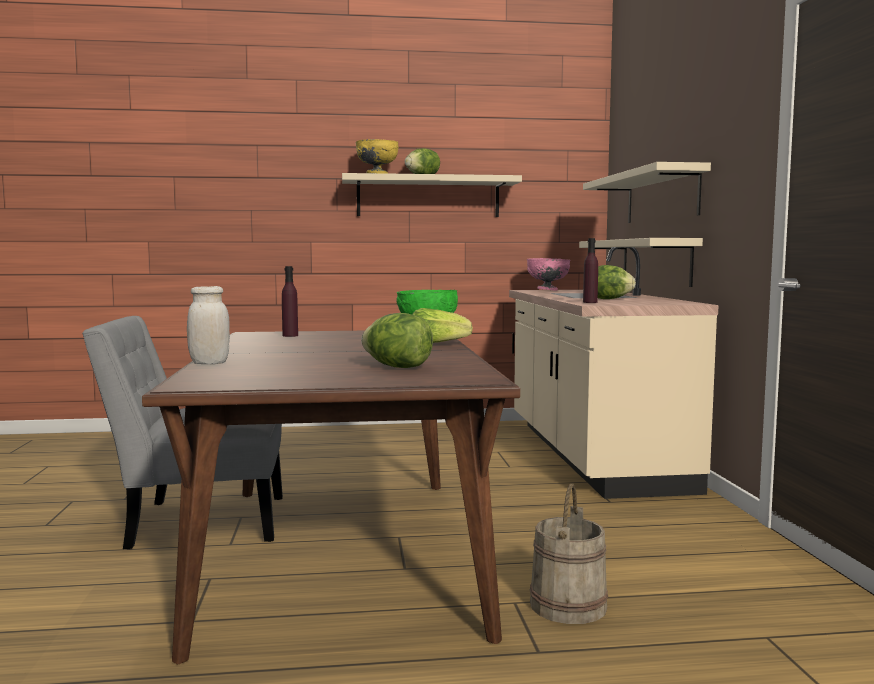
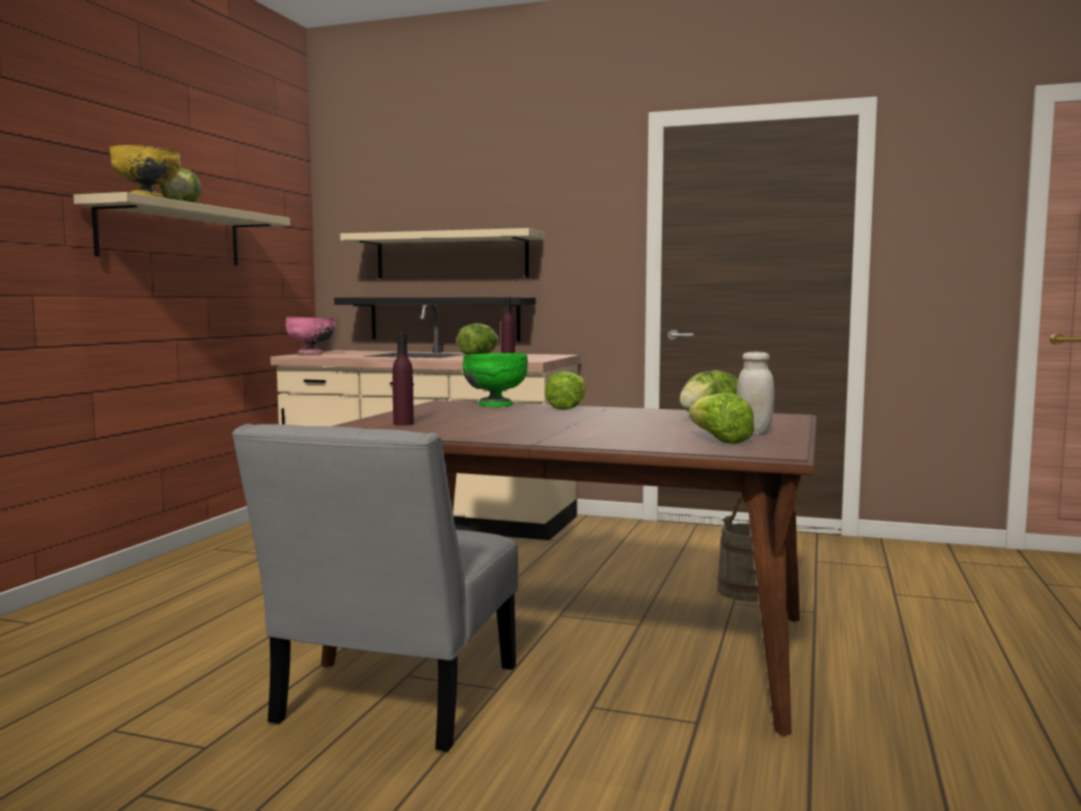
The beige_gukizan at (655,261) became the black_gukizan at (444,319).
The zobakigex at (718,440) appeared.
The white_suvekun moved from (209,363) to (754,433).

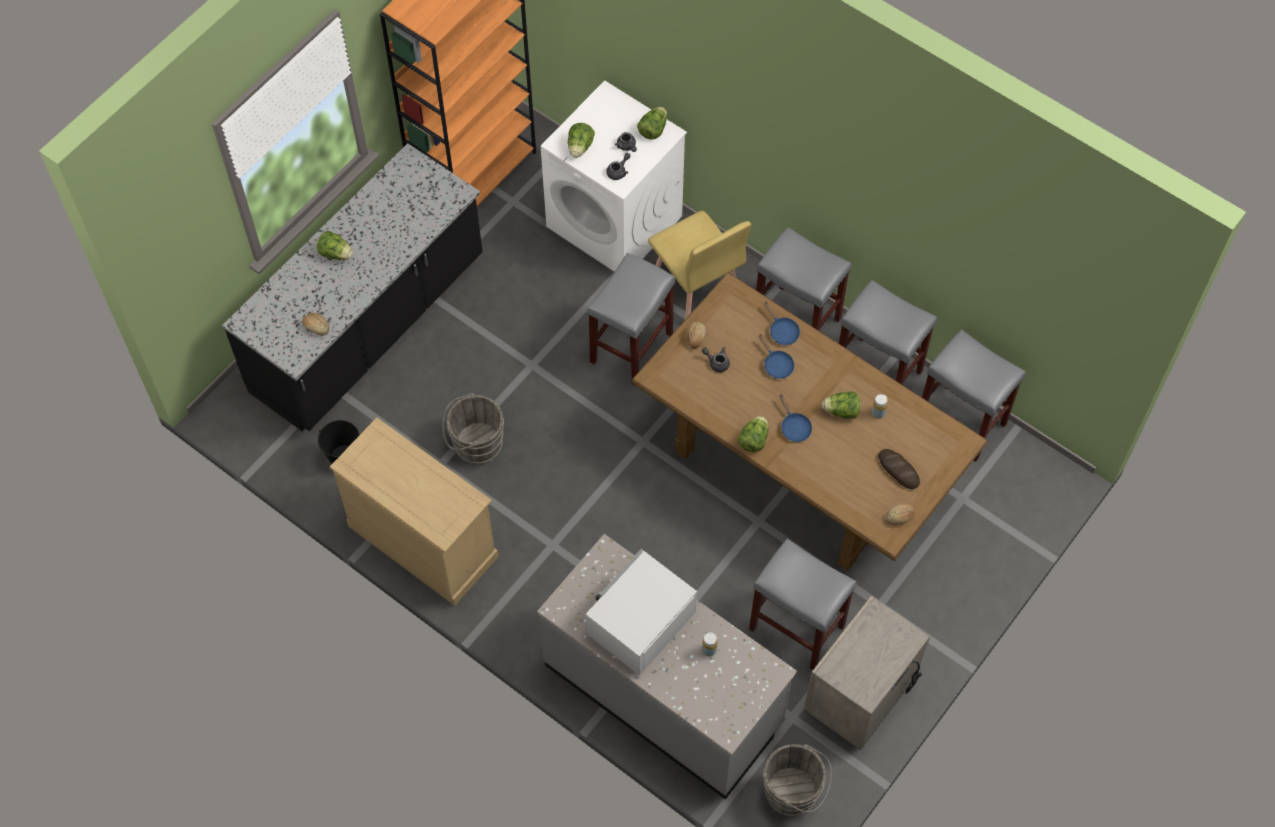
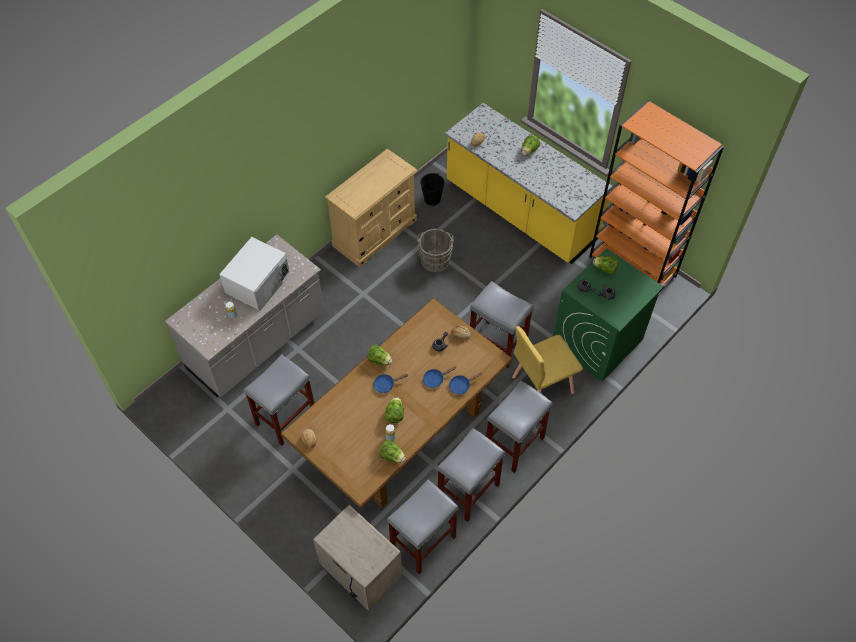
The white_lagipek at (640,622) turned 75 degrees clockwise.
The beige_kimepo moved from (861,695) to (360,573).
The zobakigex moved from (653,129) to (392,456).
The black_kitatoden at (369,326) became the yellow_kitatoden at (520,212).
The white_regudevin at (615,221) became the green_regudevin at (597,342).
The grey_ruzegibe at (794,792) disappeared.
The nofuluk at (898,470) disappeared.

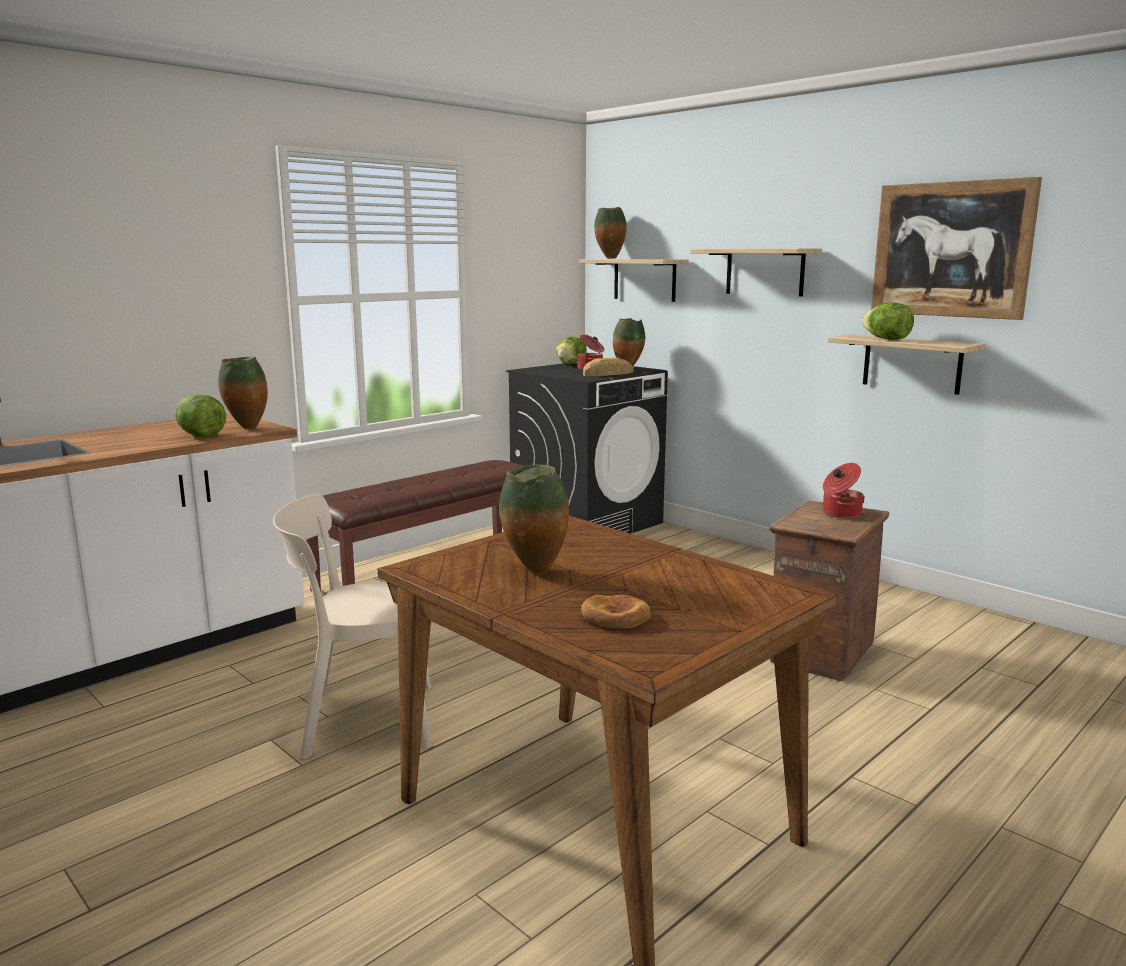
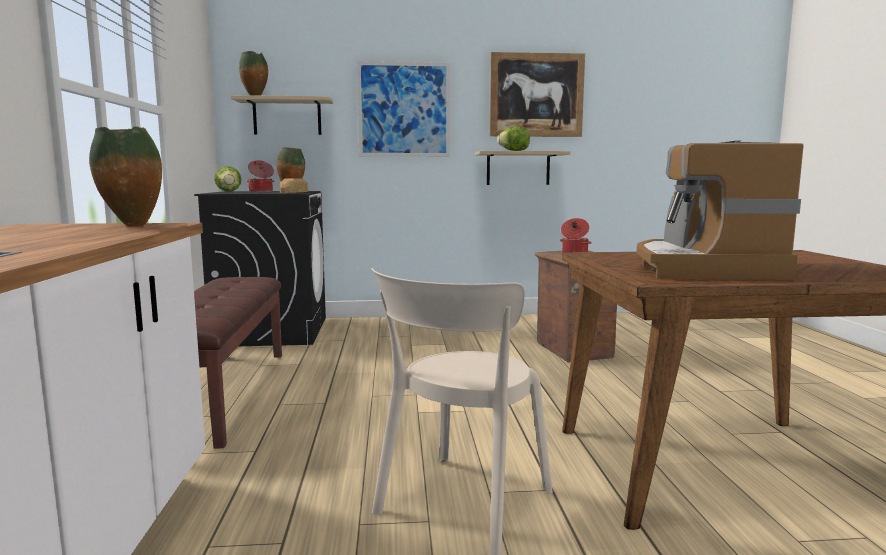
The gukizan at (764,272) was replaced by the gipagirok at (404,110).
The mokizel at (535,571) was replaced by the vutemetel at (702,268).
The zobakigex at (201,436) disappeared.
The nofuluk at (616,617) disappeared.

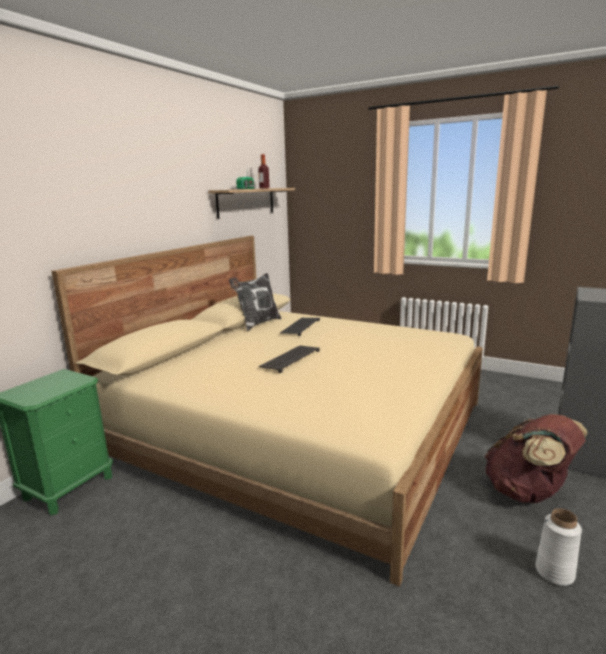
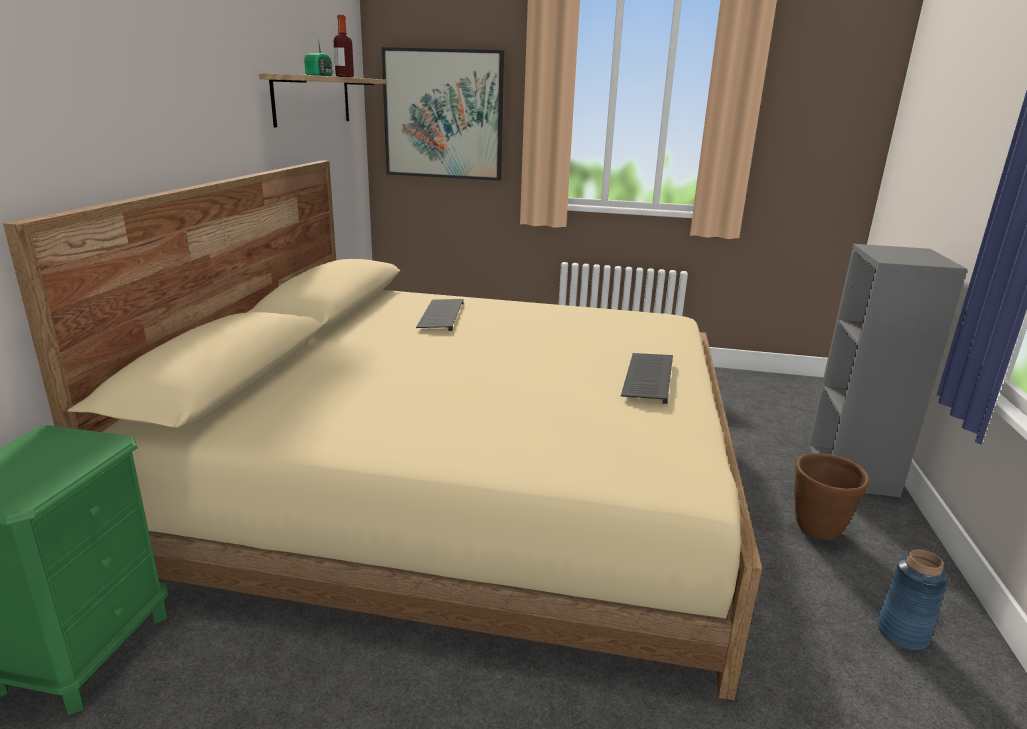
The gipagirok at (443,115) appeared.
The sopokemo moved from (290,359) to (647,378).
The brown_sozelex at (528,492) was replaced by the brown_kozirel at (817,530).
The white_mokizel at (555,572) became the blue_mokizel at (902,633).
The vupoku at (258,324) disappeared.

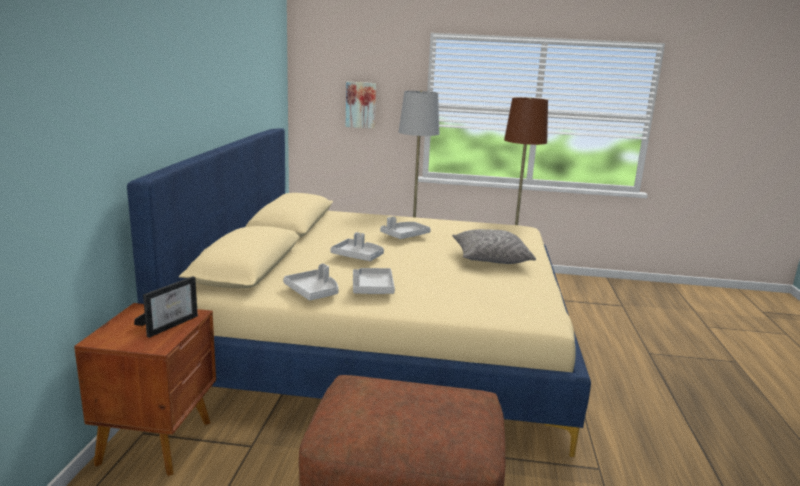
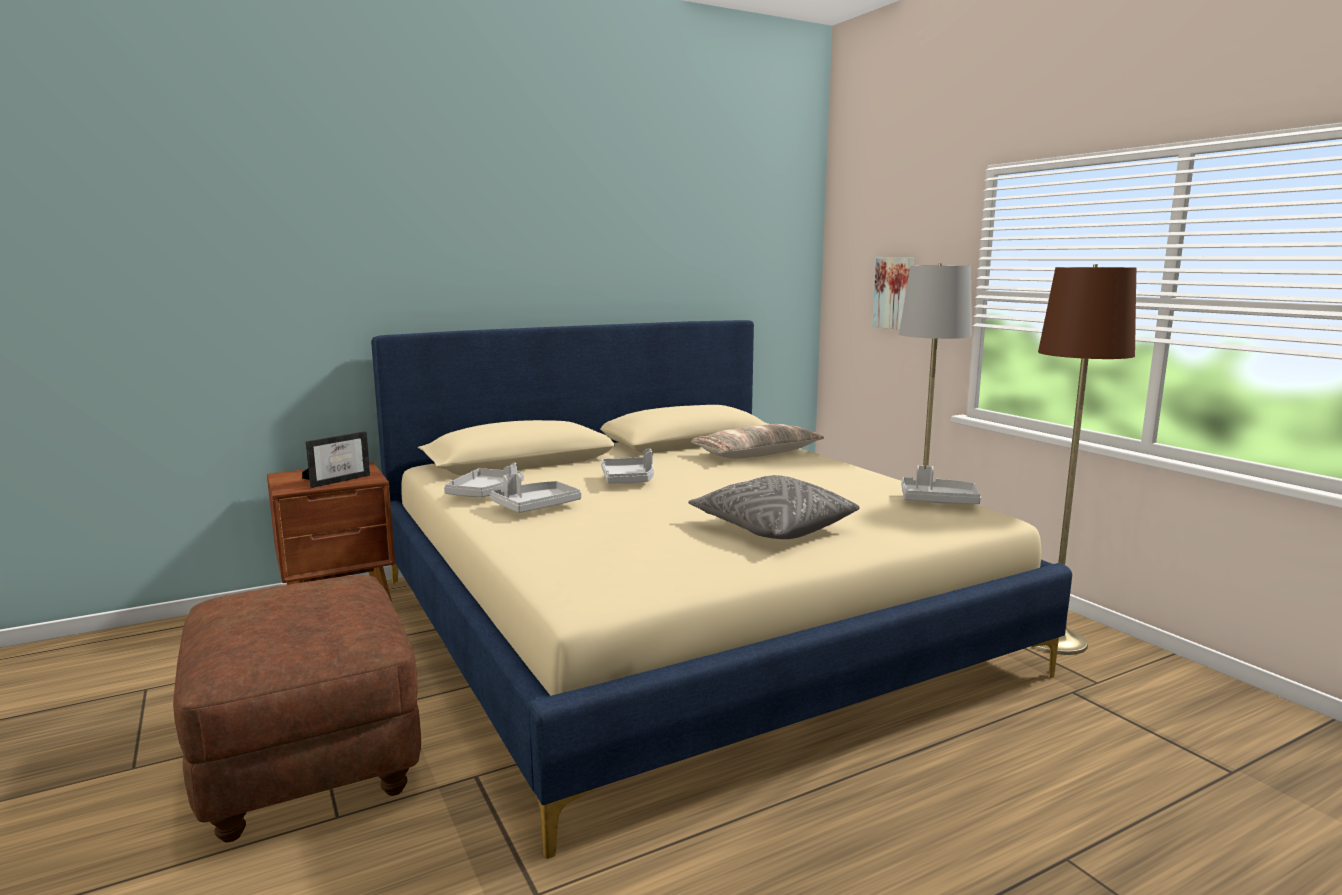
The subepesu at (170,324) turned 45 degrees counterclockwise.
The vupoku at (757,454) appeared.
The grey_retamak moved from (404,236) to (937,501).

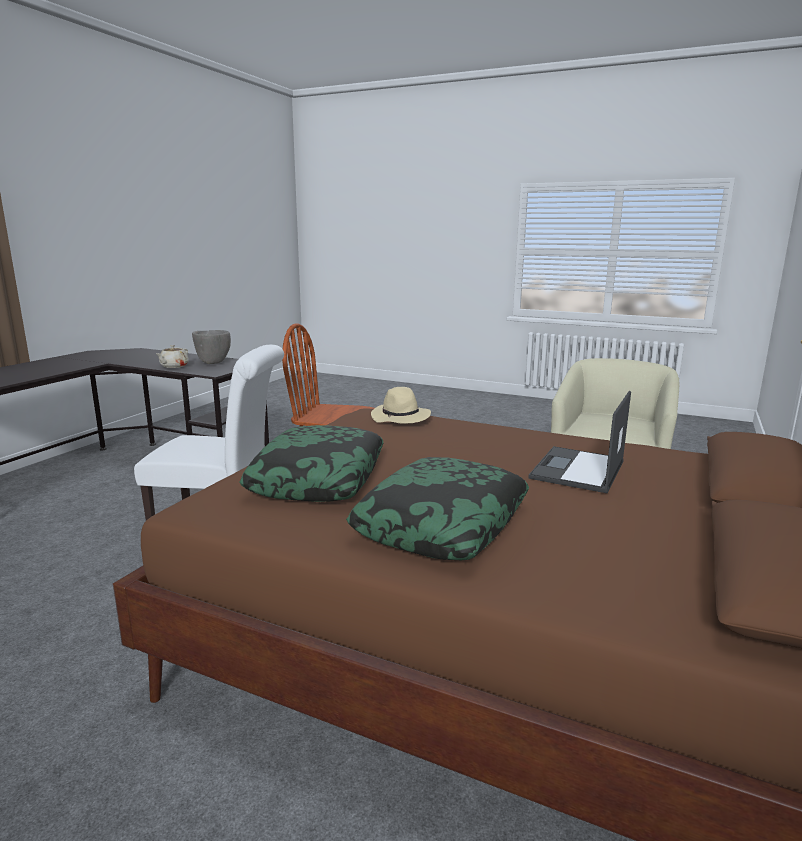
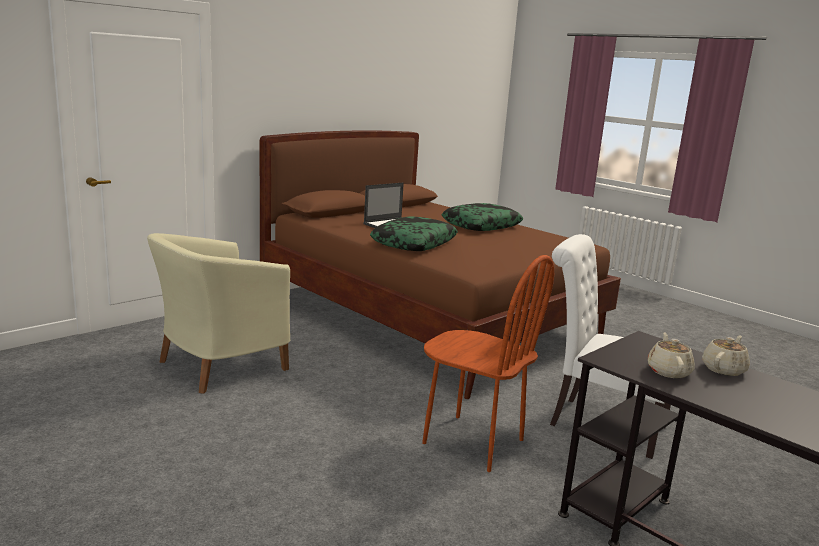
The vupoku moved from (319,478) to (414,243).
The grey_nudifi at (213,362) was replaced by the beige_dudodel at (668,371).
The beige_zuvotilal at (401,418) disappeared.

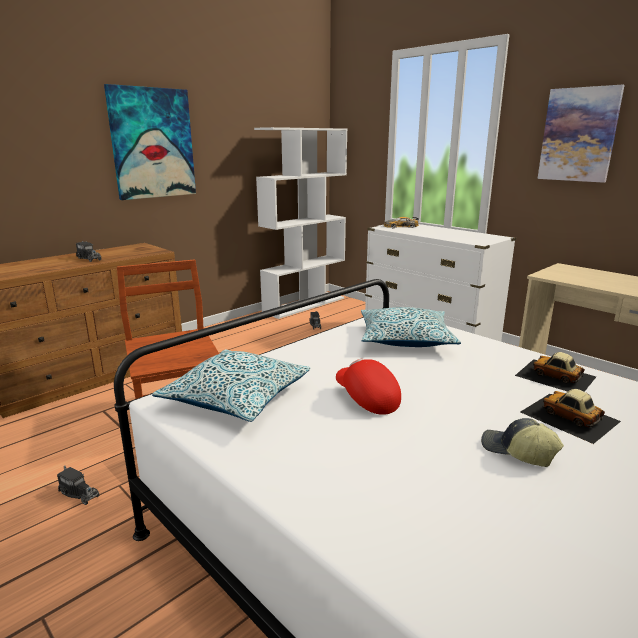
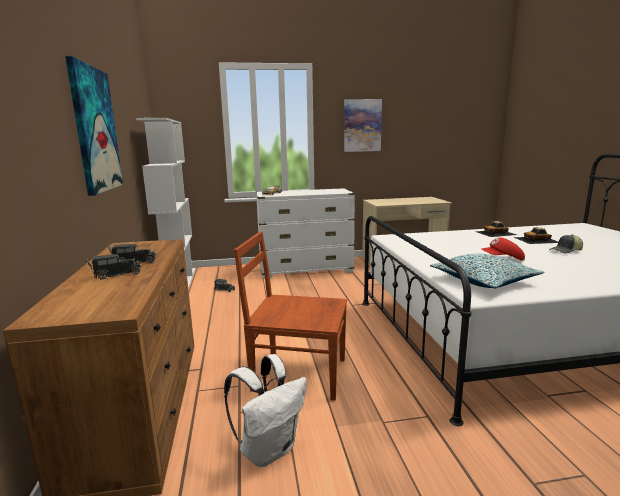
The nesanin moved from (78,493) to (115,275).
The white_sozelex at (268,449) appeared.
The vupoku at (405,339) disappeared.

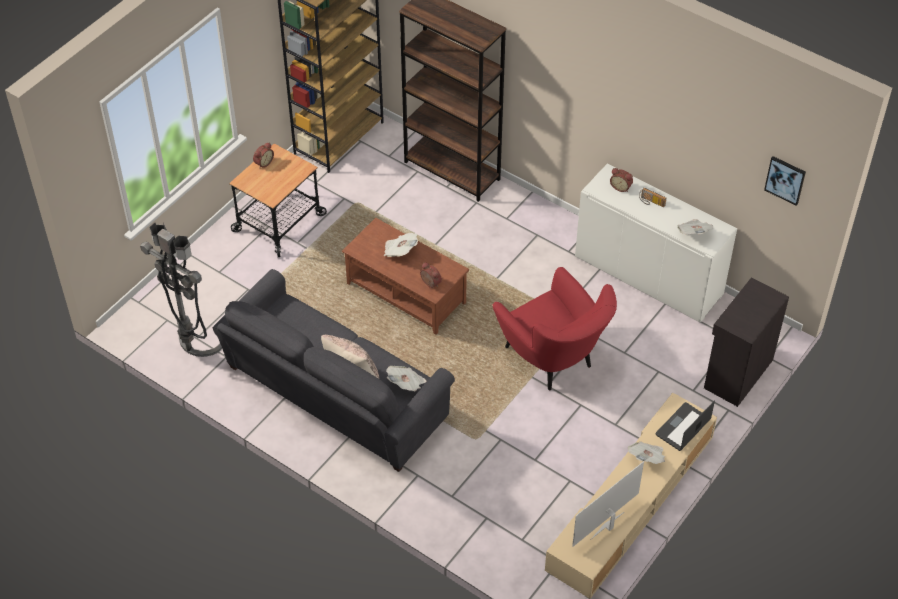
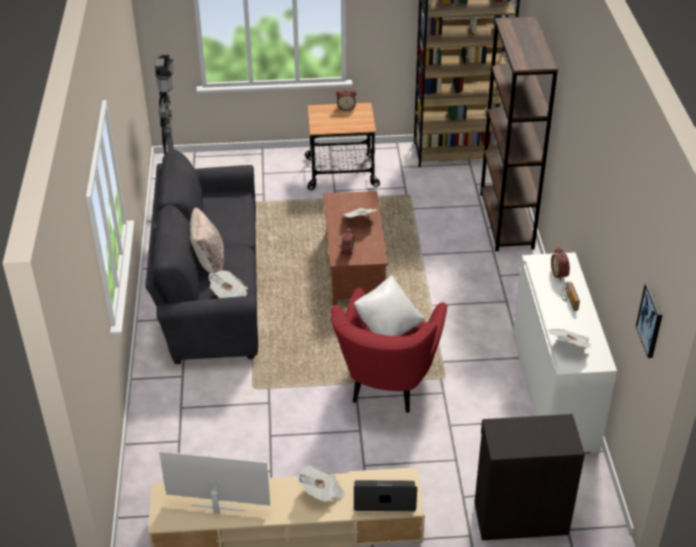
The white_vupoku at (388,326) appeared.

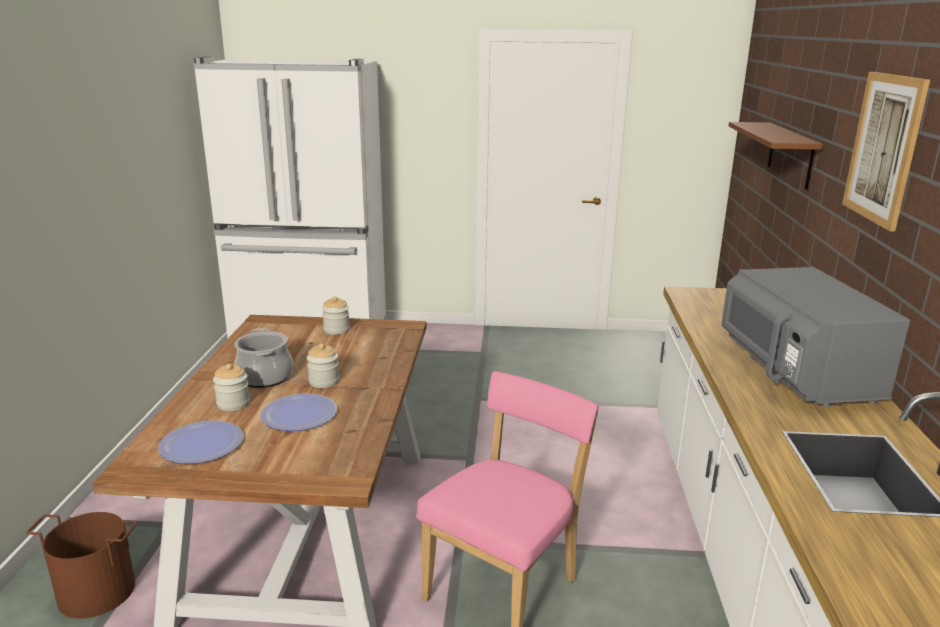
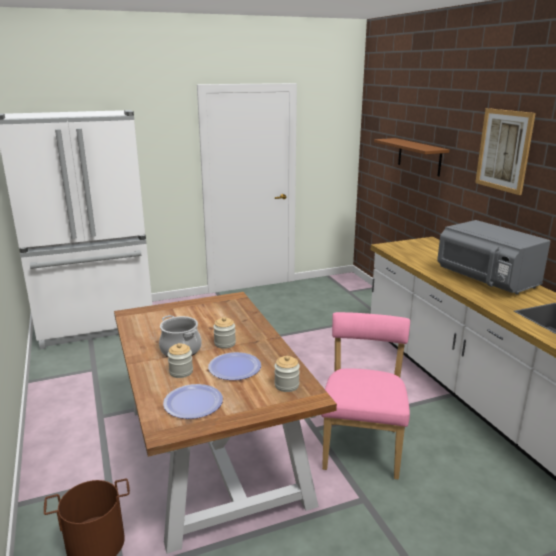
The suvekun moved from (336,330) to (286,385).

